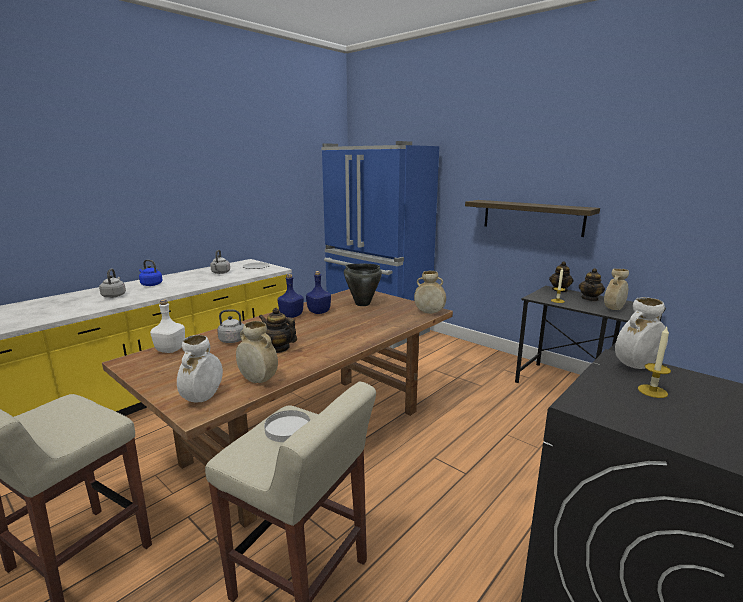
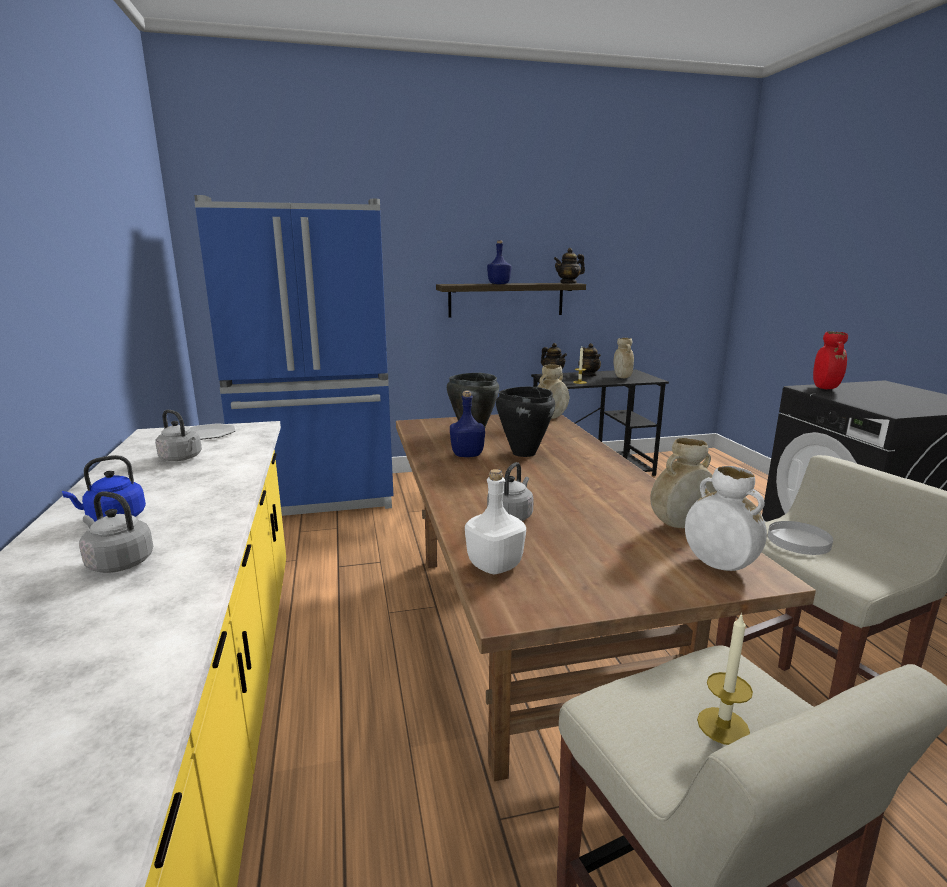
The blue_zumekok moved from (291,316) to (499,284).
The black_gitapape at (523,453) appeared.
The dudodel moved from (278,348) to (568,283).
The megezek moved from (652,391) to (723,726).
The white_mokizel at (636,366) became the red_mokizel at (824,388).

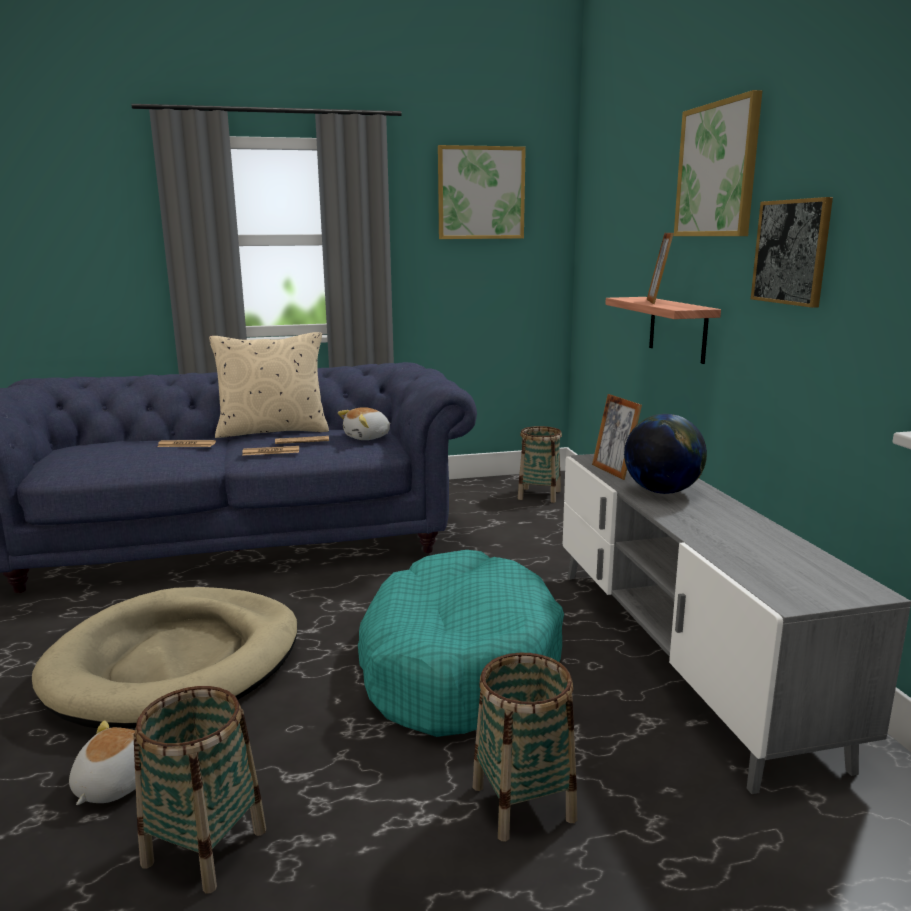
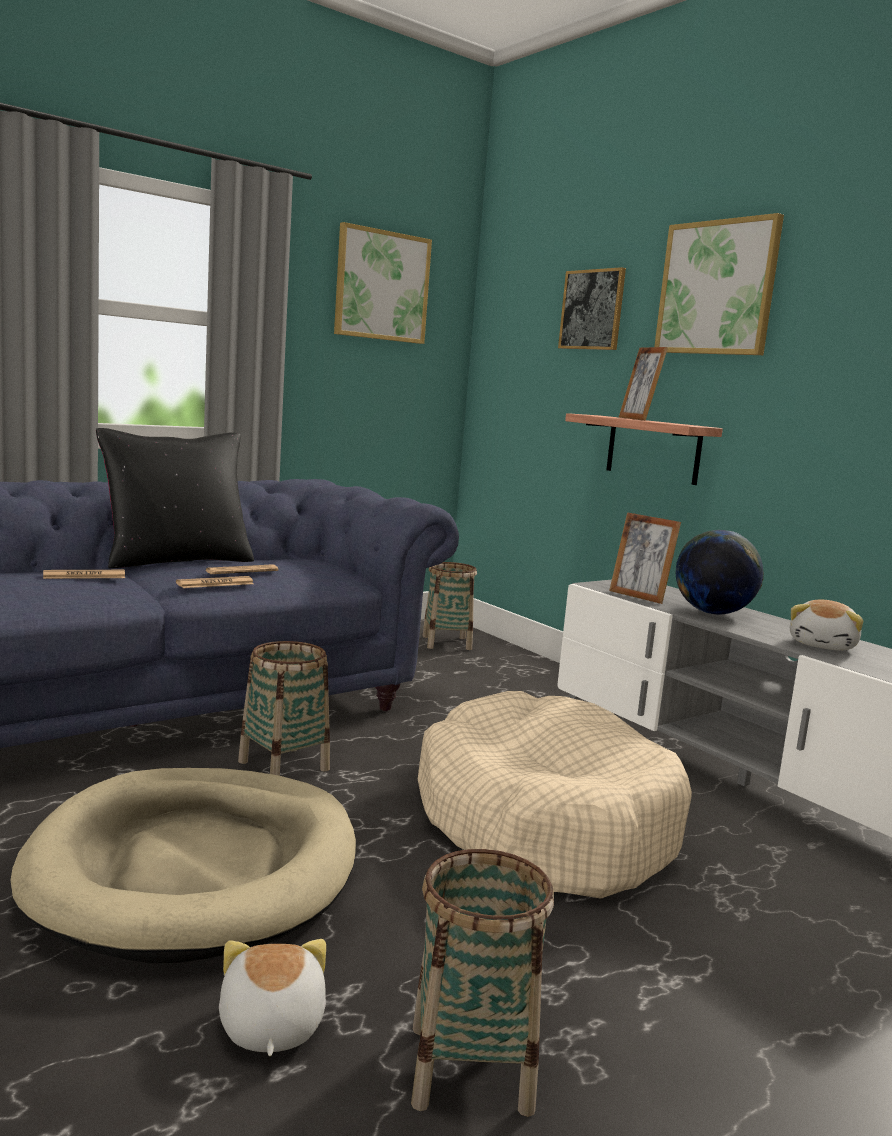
The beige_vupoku at (273,431) became the black_vupoku at (176,560).
The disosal moved from (523,803) to (284,765).
The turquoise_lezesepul at (457,664) became the beige_lezesepul at (543,823).
The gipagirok moved from (791,252) to (592,310).
The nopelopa moved from (368,437) to (823,645).

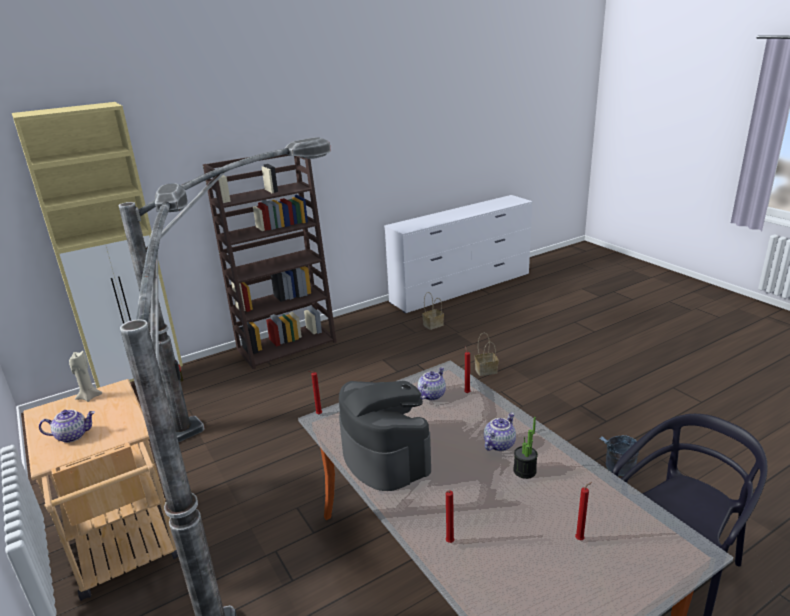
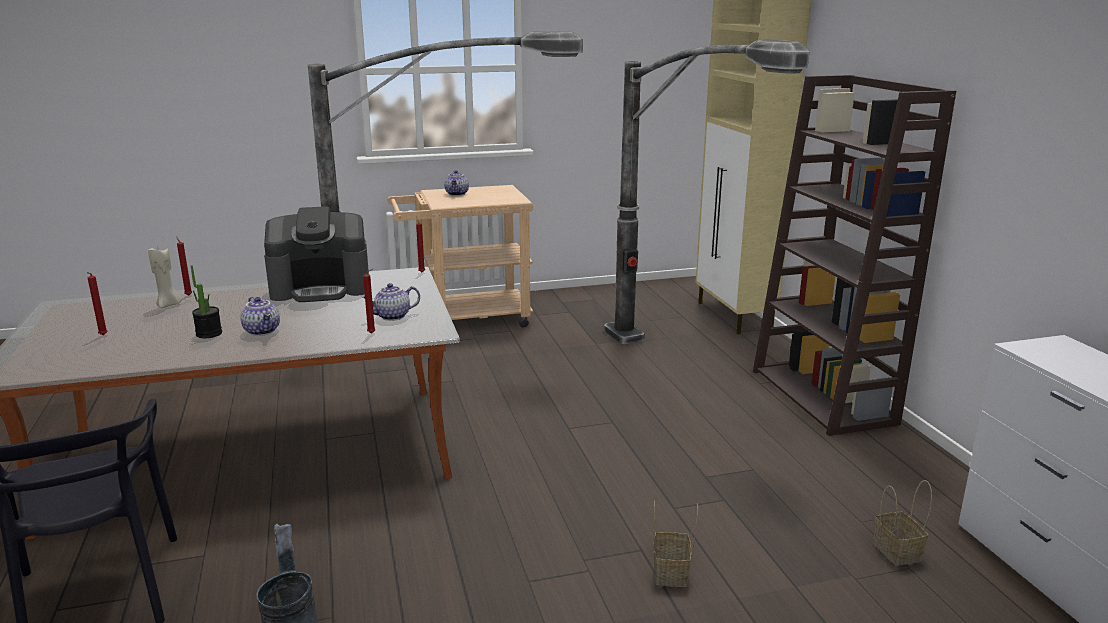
The beige_megezek moved from (89,397) to (168,305).
The dudodel at (431,395) turned 105 degrees clockwise.

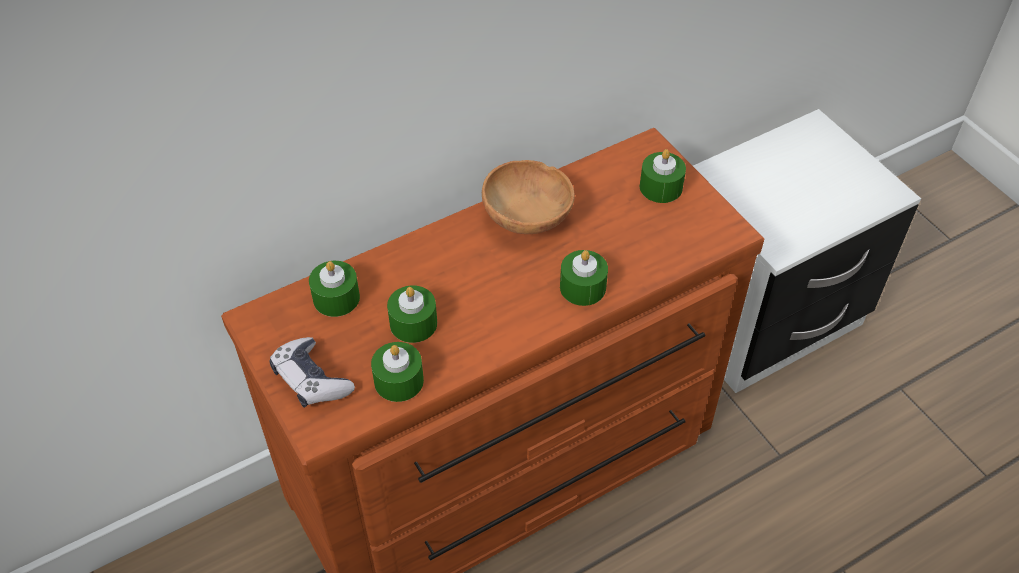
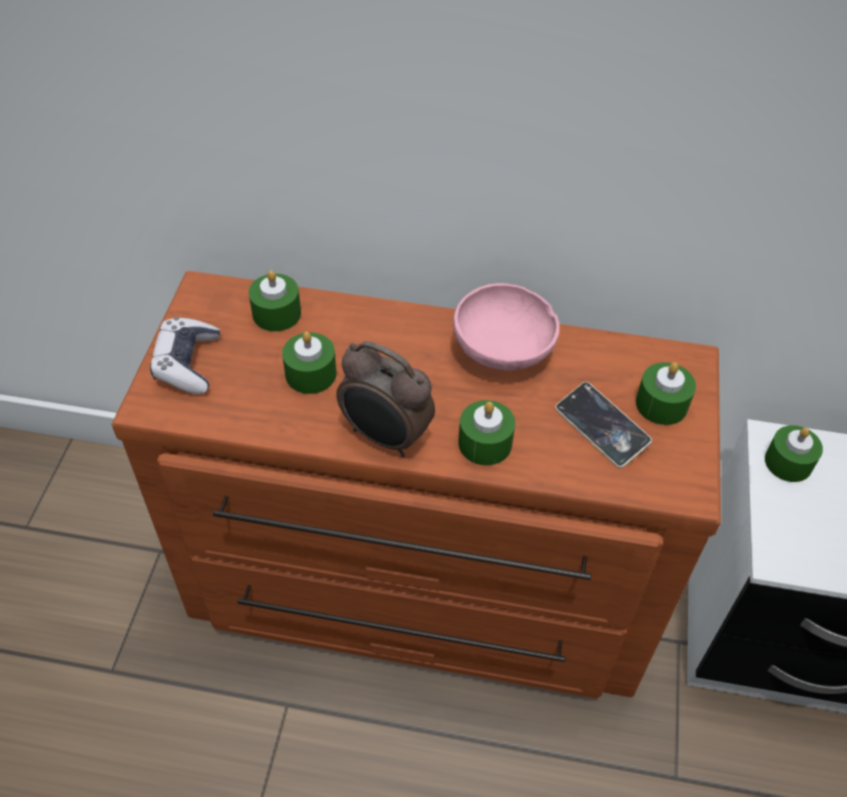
The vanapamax at (385,437) appeared.
The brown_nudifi at (529,218) became the pink_nudifi at (504,352).
The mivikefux at (601,428) appeared.
The green_megezek moved from (398,381) to (788,462).

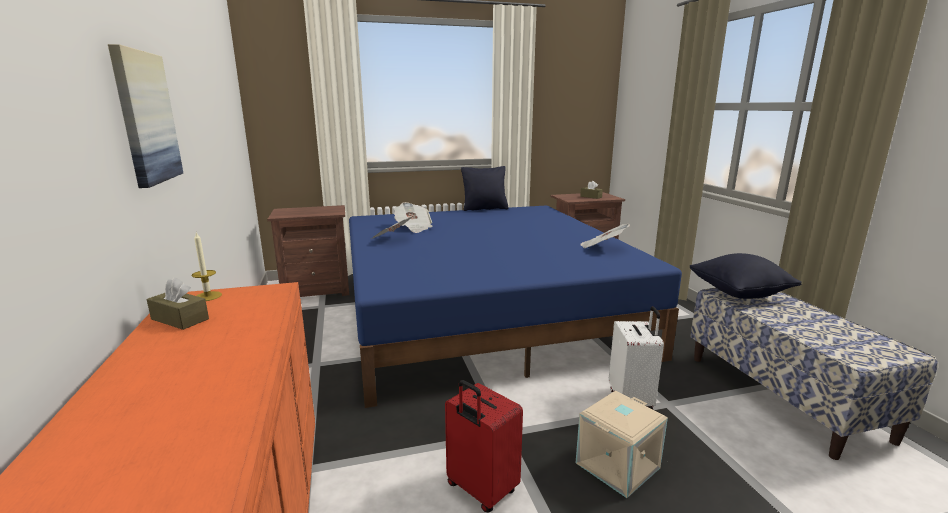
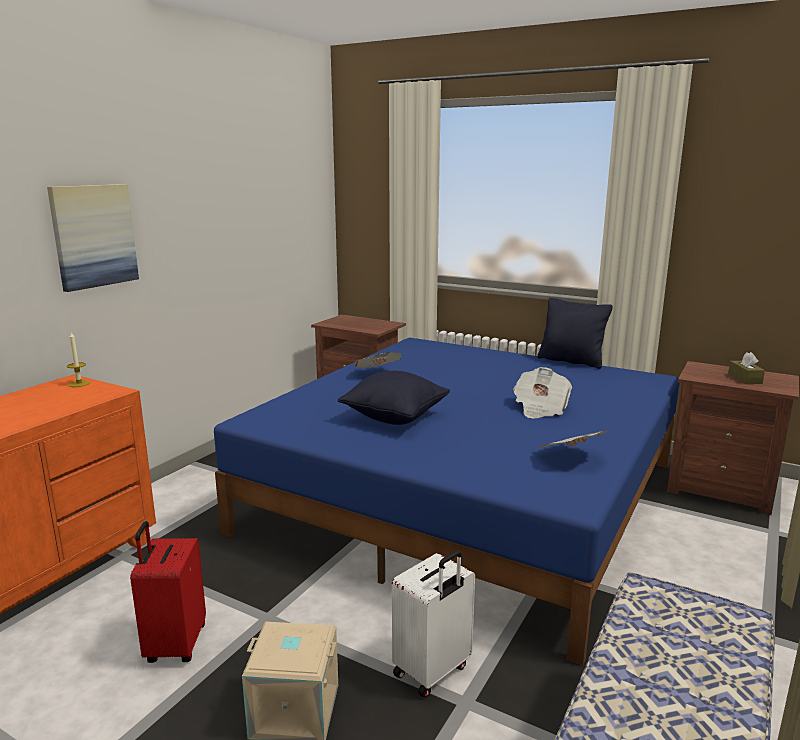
The black_vupoku moved from (739,293) to (395,417).
The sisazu moved from (413,228) to (540,408).
The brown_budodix at (180,319) disappeared.

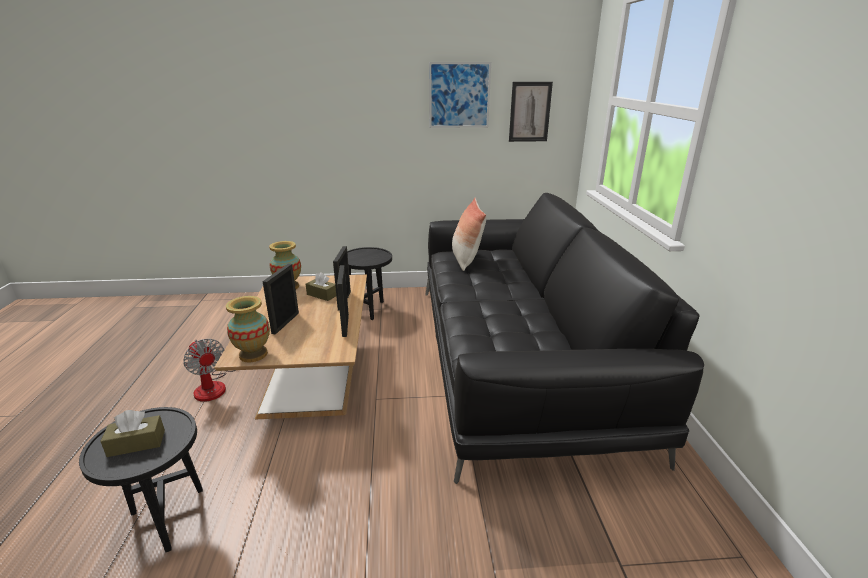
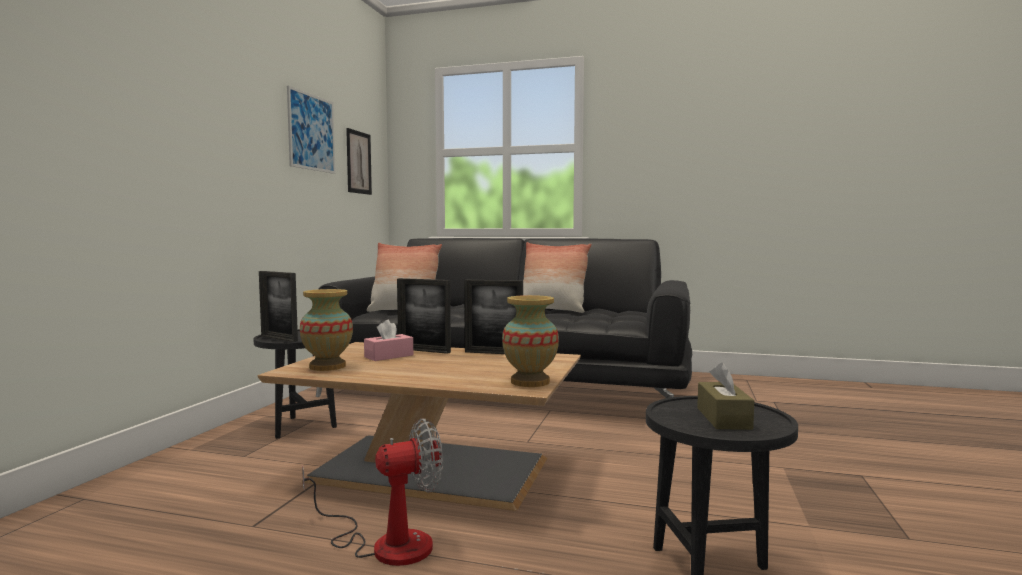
The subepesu moved from (285,323) to (279,338).
The brown_budodix at (322,295) became the pink_budodix at (389,356).
The vupoku at (552,310) appeared.

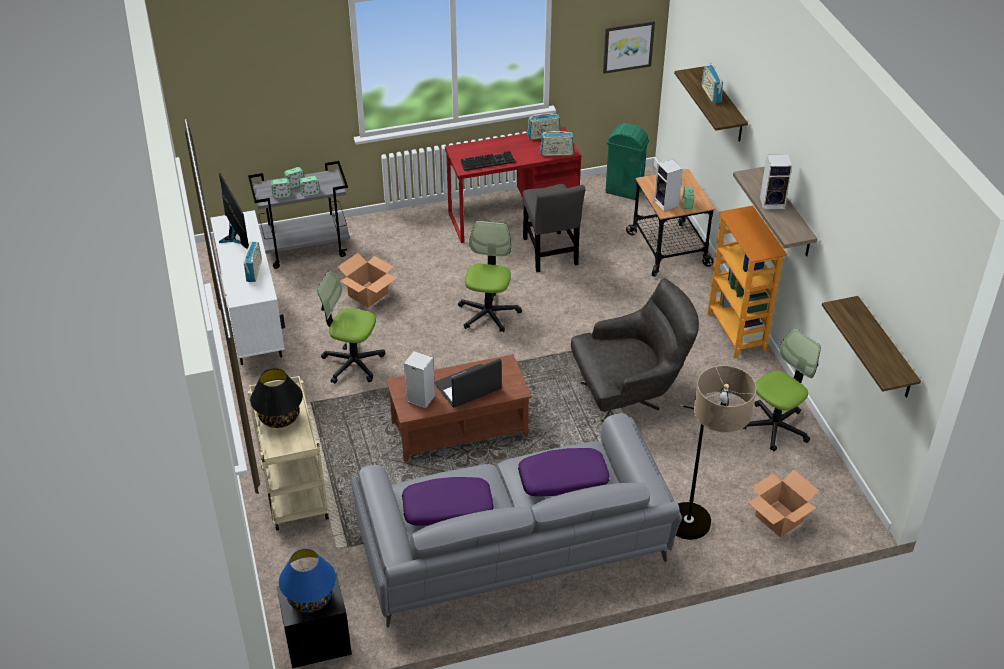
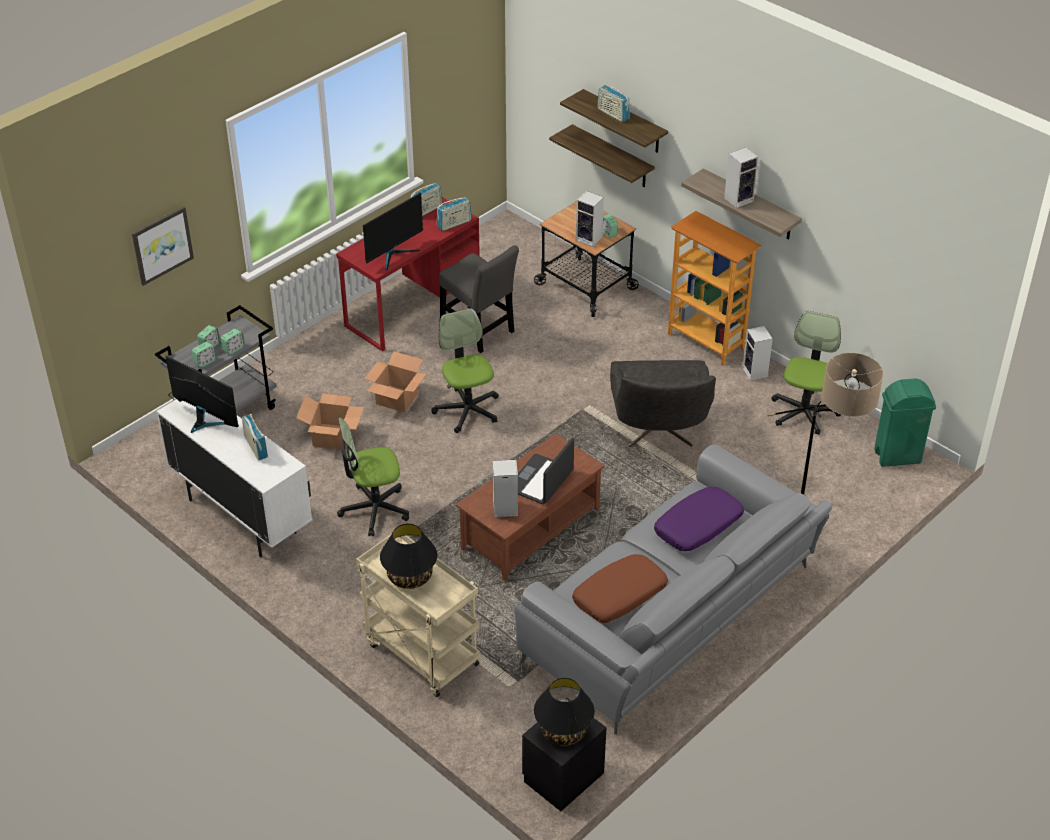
The gipagirok moved from (628,46) to (162,245).
The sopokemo at (488,161) was replaced by the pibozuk at (394,254).
The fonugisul moved from (780,519) to (397,399).
The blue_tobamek at (310,598) became the black_tobamek at (563,731).
The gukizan moved from (885,349) to (612,157).
The purple_vupoku at (447,509) became the brown_vupoku at (620,596).
The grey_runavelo at (630,393) turned 135 degrees clockwise.
The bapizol at (755,373) appeared.
The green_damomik moved from (623,191) to (896,456).

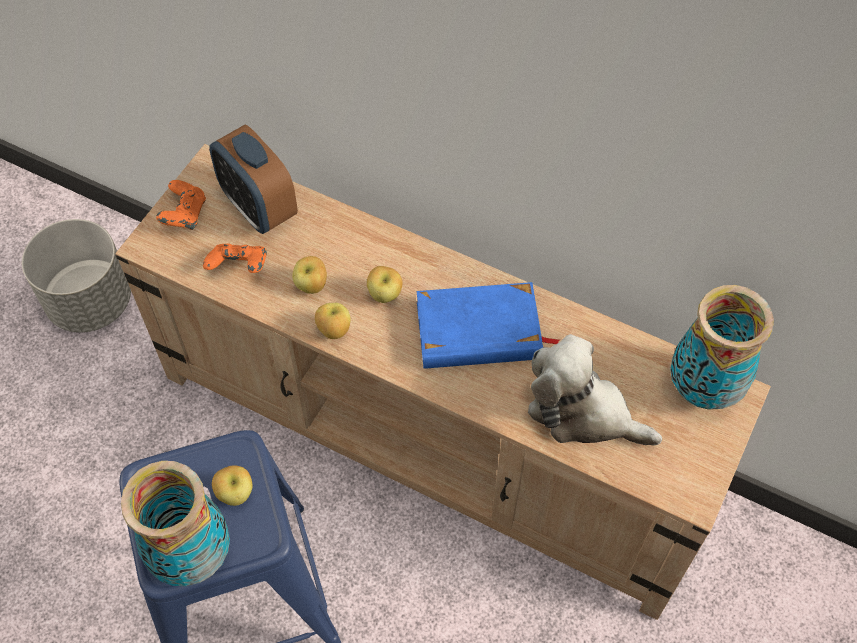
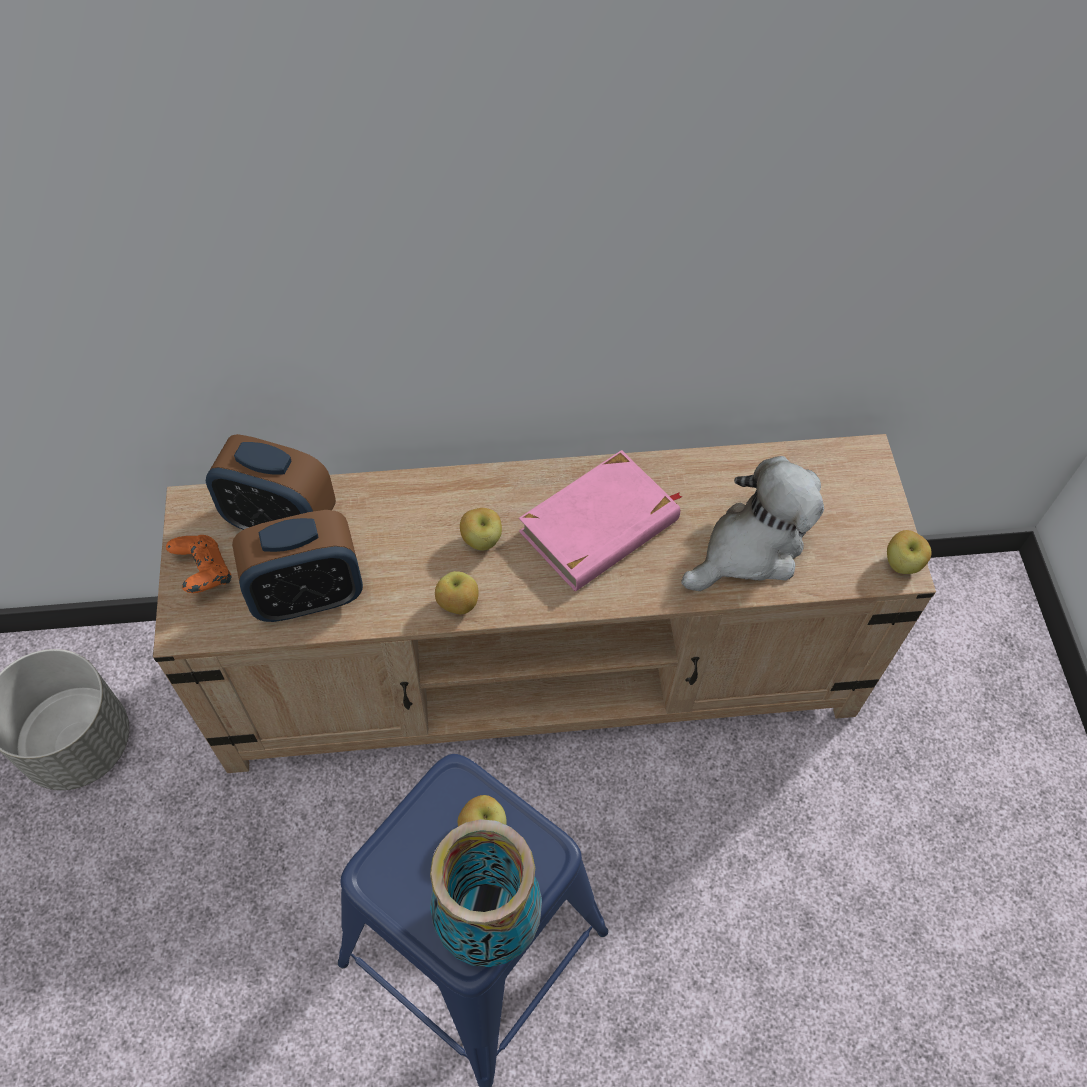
The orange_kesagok at (239,268) was replaced by the vanapamax at (308,596).
The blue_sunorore at (479,332) became the pink_sunorore at (600,526).
The nopelopa at (583,412) turned 150 degrees clockwise.
The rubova moved from (312,286) to (902,564).
The mokizel at (702,388) disappeared.

